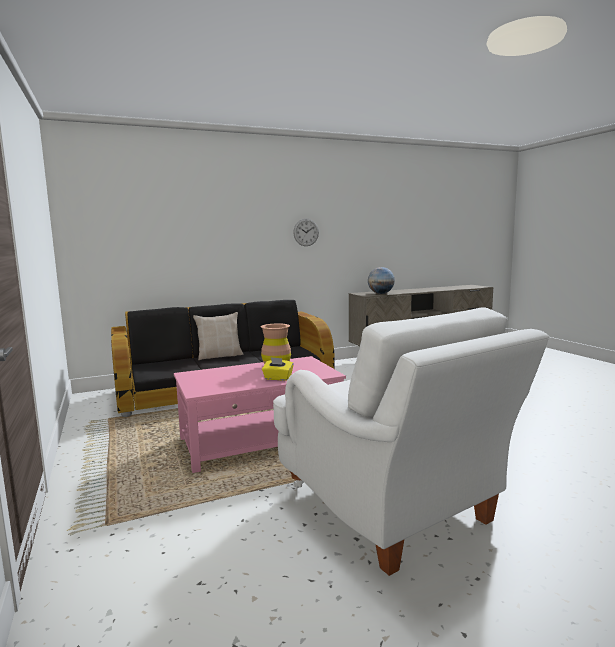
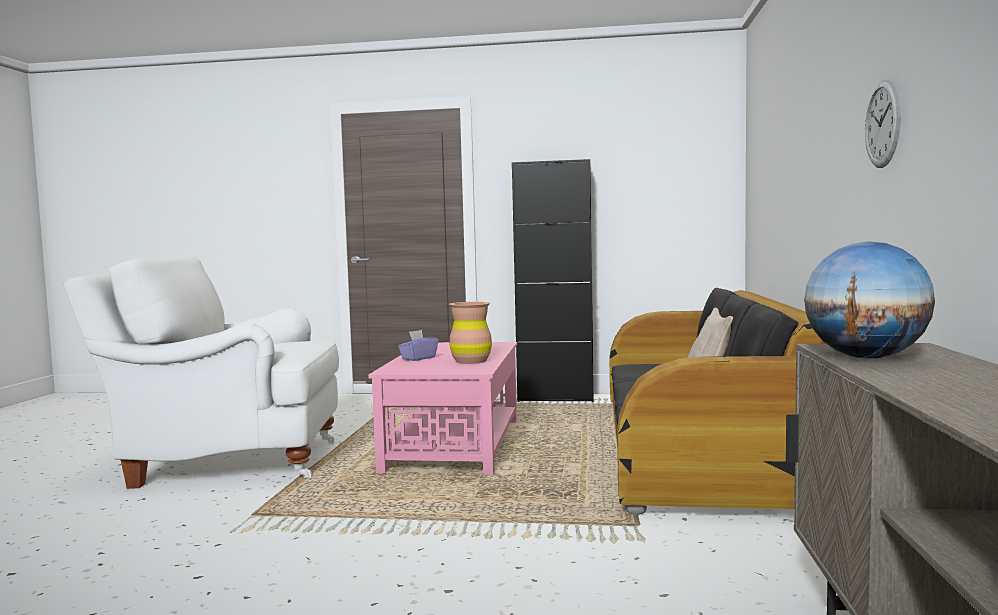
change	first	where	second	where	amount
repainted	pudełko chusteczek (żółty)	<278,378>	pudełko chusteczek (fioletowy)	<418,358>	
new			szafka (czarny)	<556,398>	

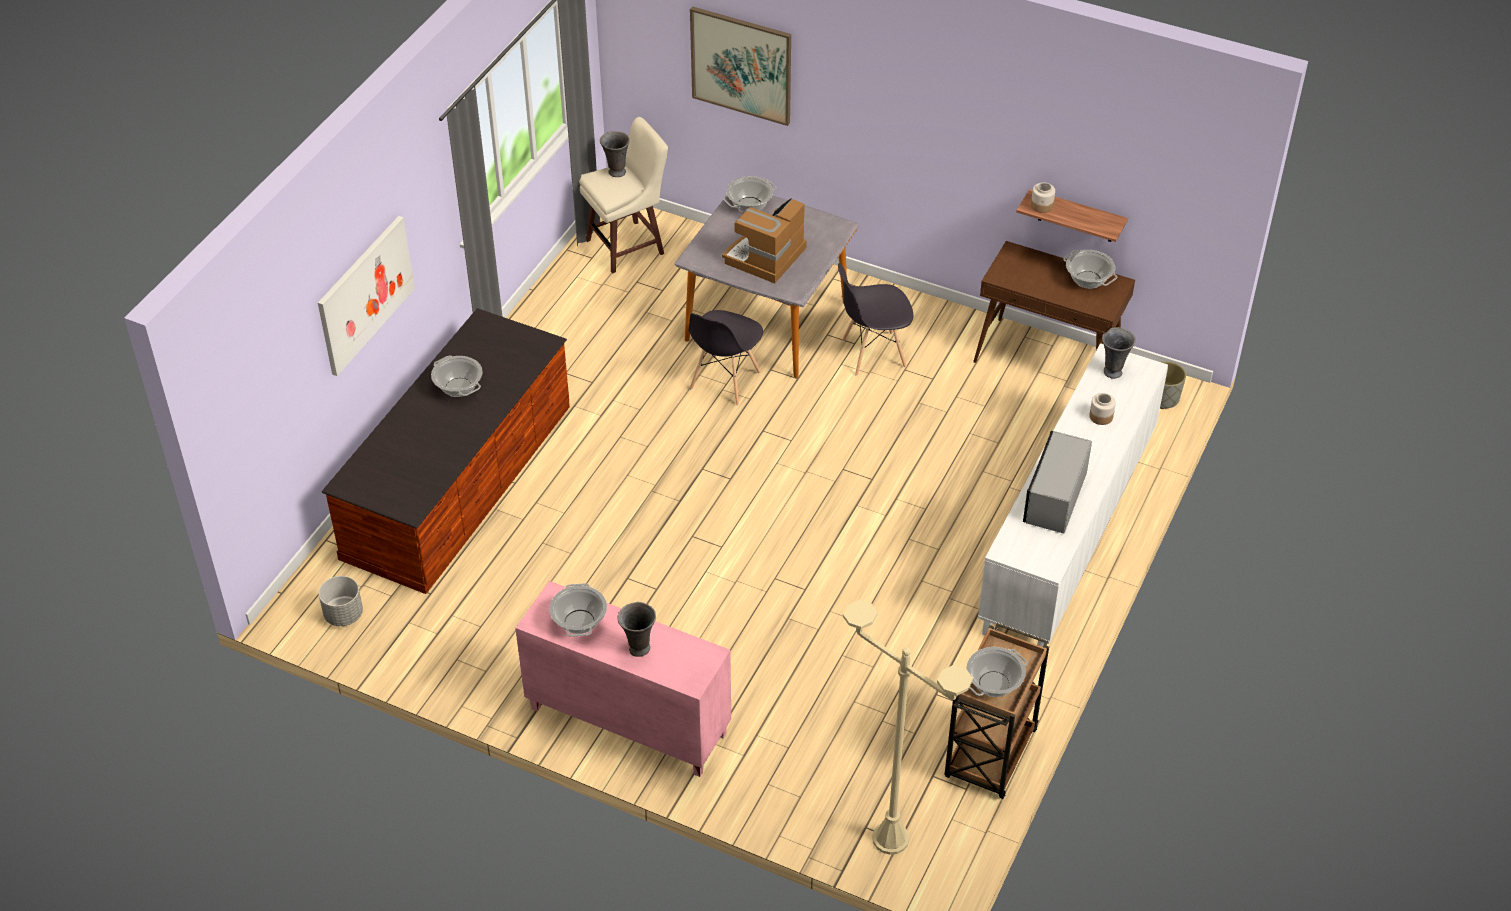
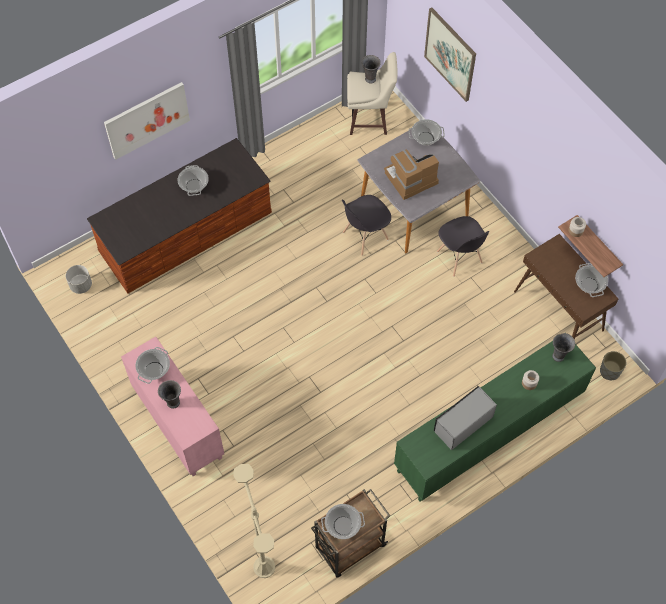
change	first	where	second	where	amount
repainted	szafka (biały)	<1068,534>	szafka (zielony)	<489,433>	
rotated	krzesło (szary)	<872,354>		<459,258>	135 degrees counterclockwise

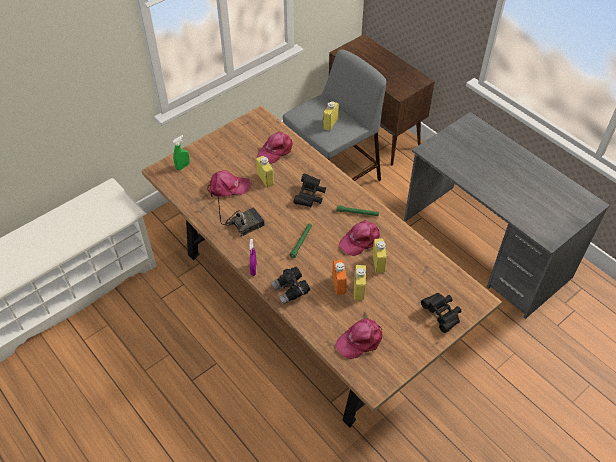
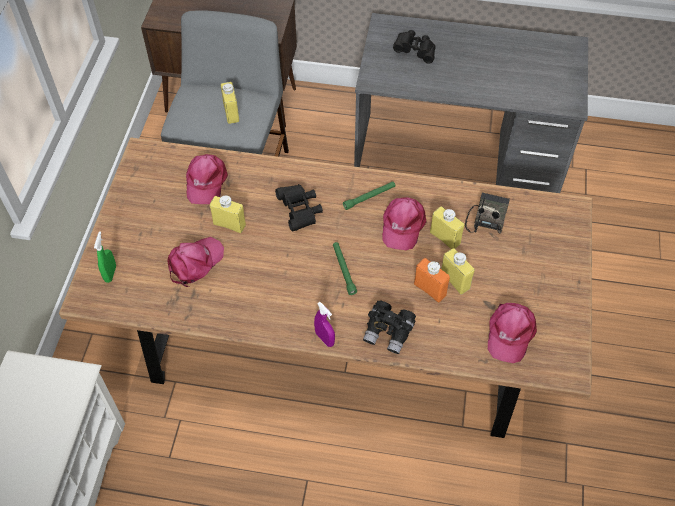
change	first	where	second	where	amount
shifted	lornetka (czarny)	<442,315>		<415,52>	
shifted	radio	<245,223>		<486,217>	

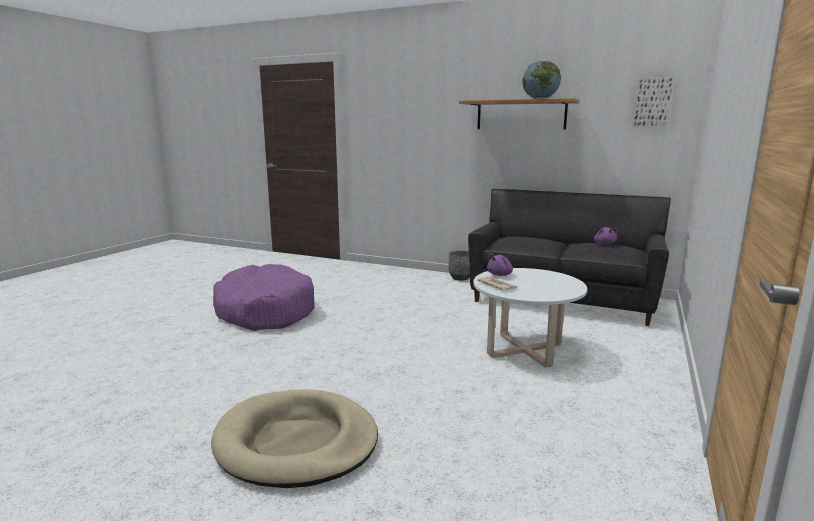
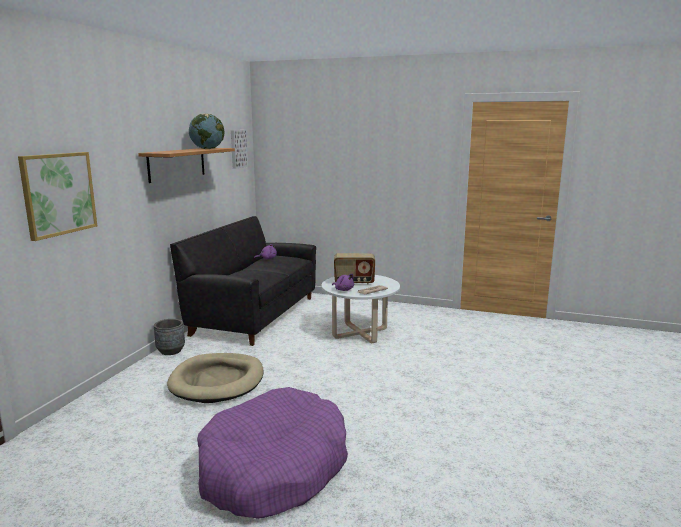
change	first	where	second	where	amount
new			obraz	<58,194>	
shifted	legowisko (beżowy)	<296,442>		<217,381>	
new			radio	<354,282>	

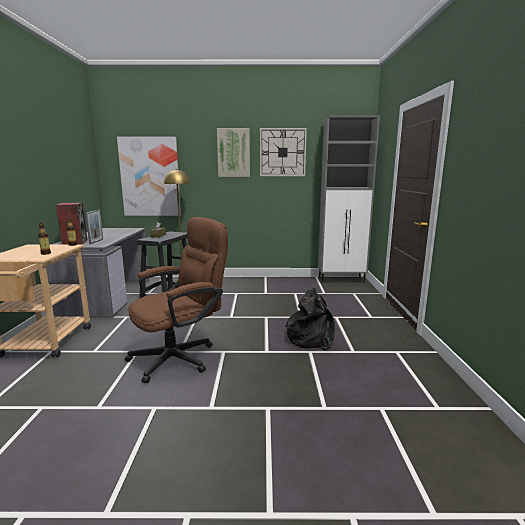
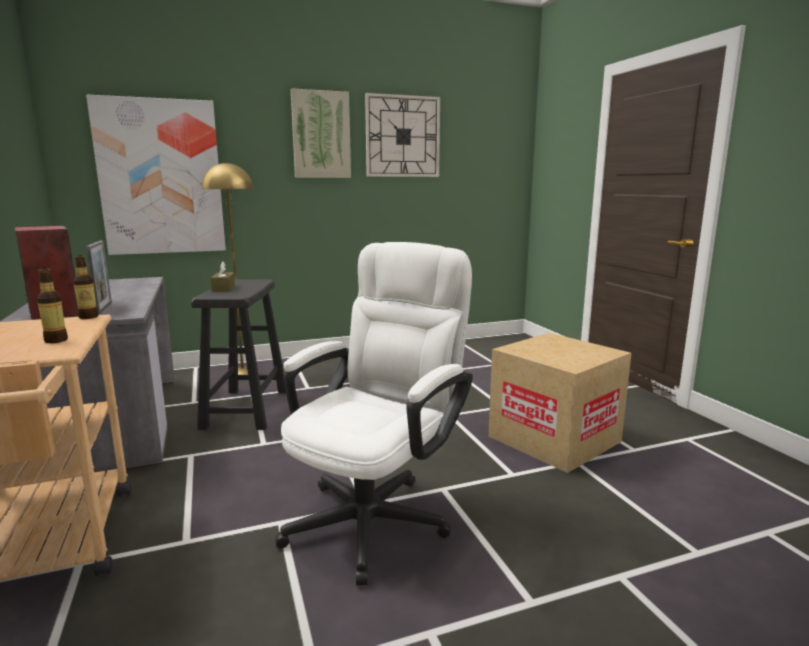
change	first	where	second	where	amount
repainted	krzesło biurowe (brązowy)	<181,356>	krzesło biurowe (biały)	<377,514>	
swapped	plecak (czarny)	<311,338>	karton	<554,439>	
gone	szafka (szary)	<342,280>			

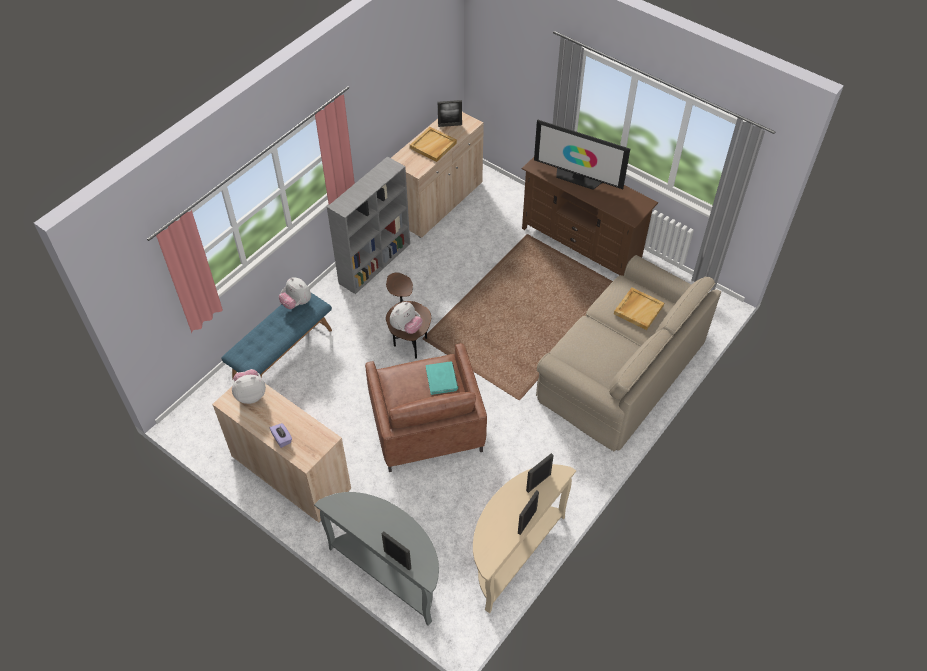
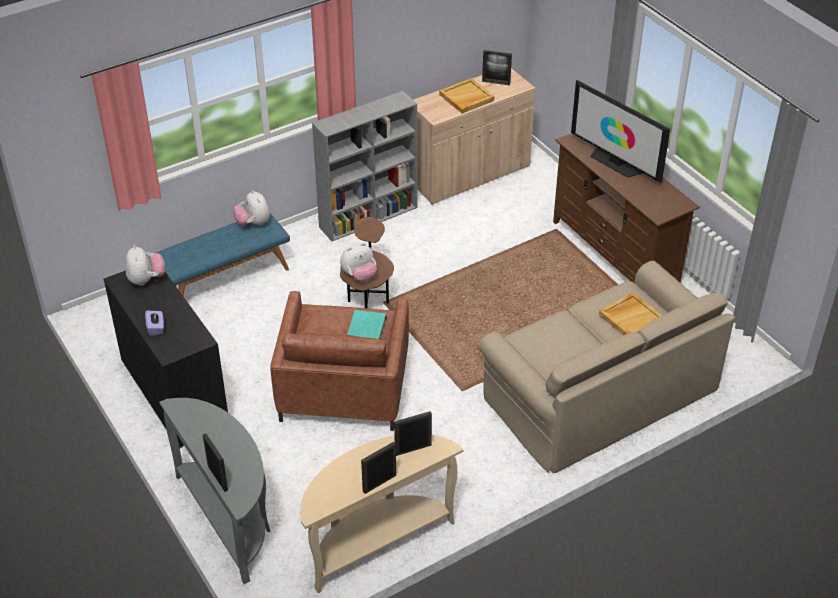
change	first	where	second	where	amount
repainted	szafka (beżowy)	<291,472>	szafka (czarny)	<174,393>	
rotated	pluszak	<250,394>		<146,280>	75 degrees clockwise

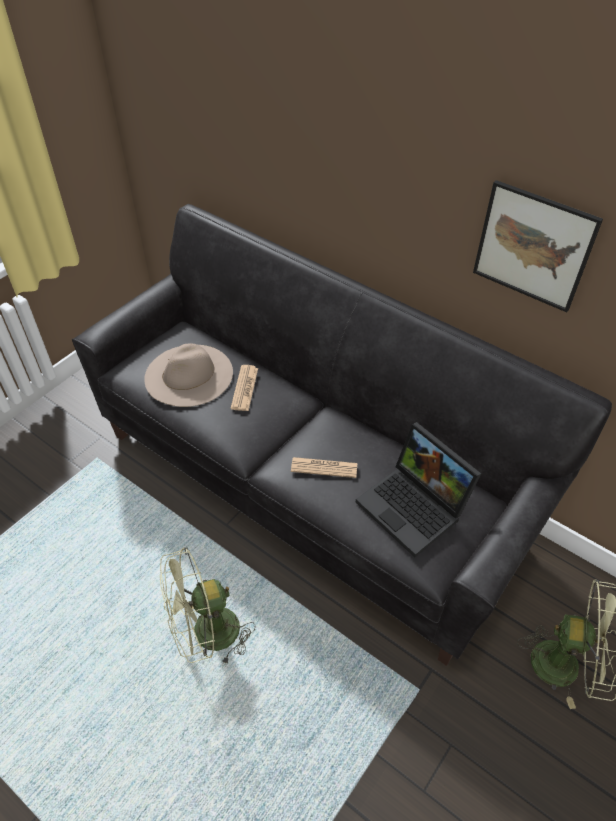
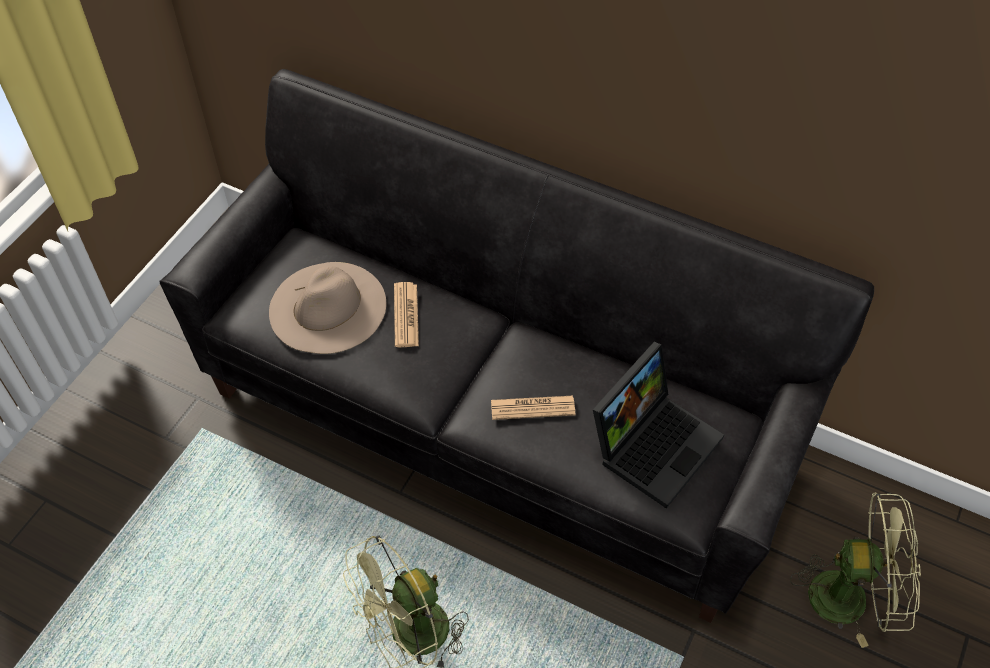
change	first	where	second	where	amount
rotated	laptop	<415,507>		<654,442>	90 degrees counterclockwise
gone	obraz	<533,246>			

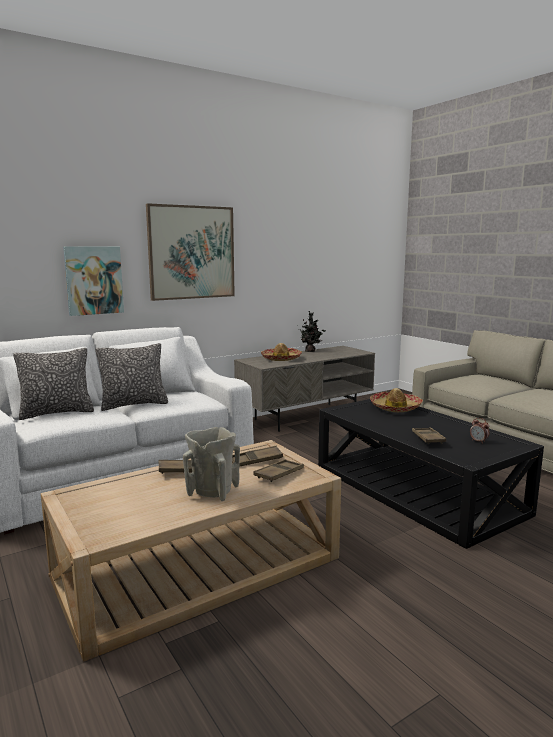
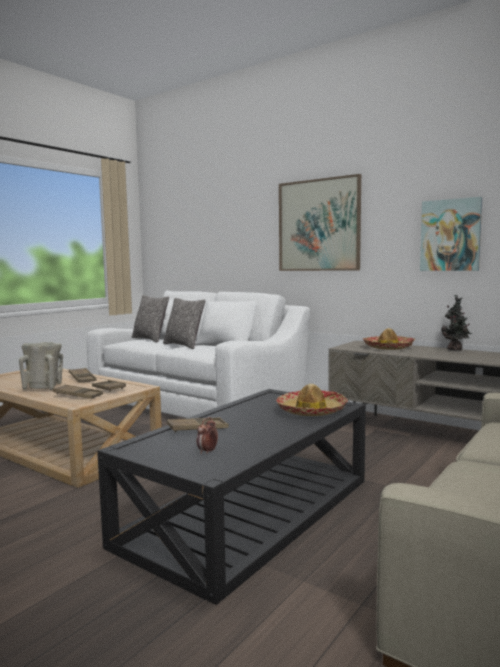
change	first	where	second	where	amount
shifted	obraz	<94,280>		<450,235>	

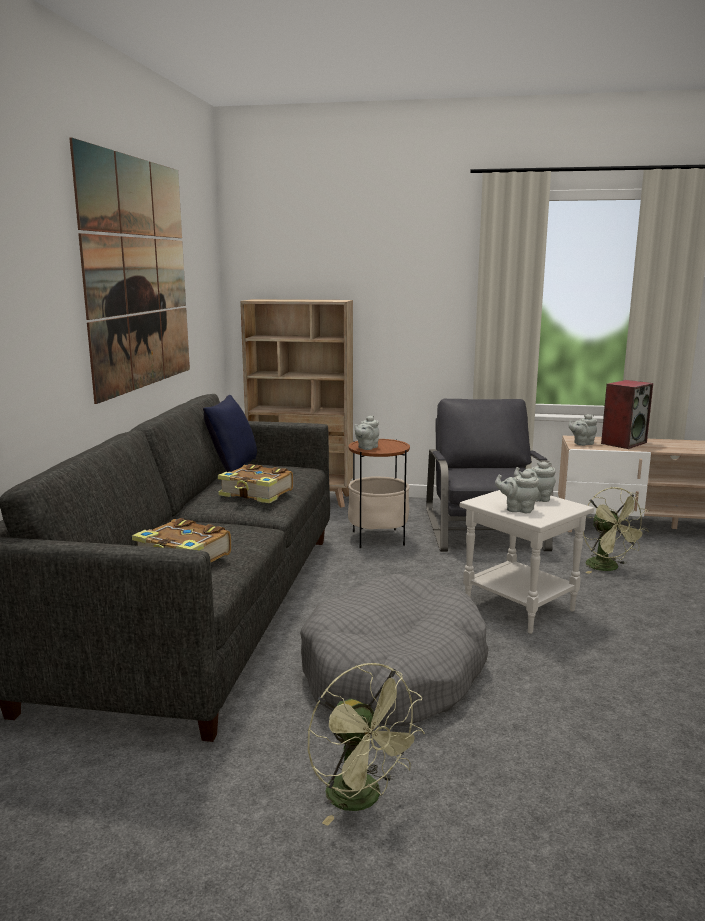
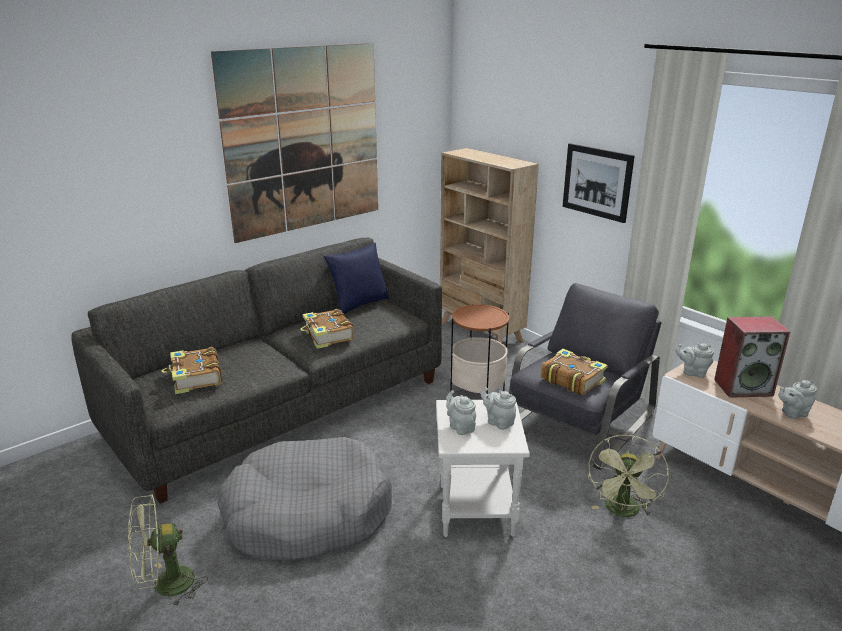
change	first	where	second	where	amount
rotated	wentylator (zielony)	<363,799>		<165,586>	60 degrees clockwise
new			książka	<572,379>	
new			obraz	<597,182>	
shifted	imbryk (szary)	<366,448>		<792,413>	

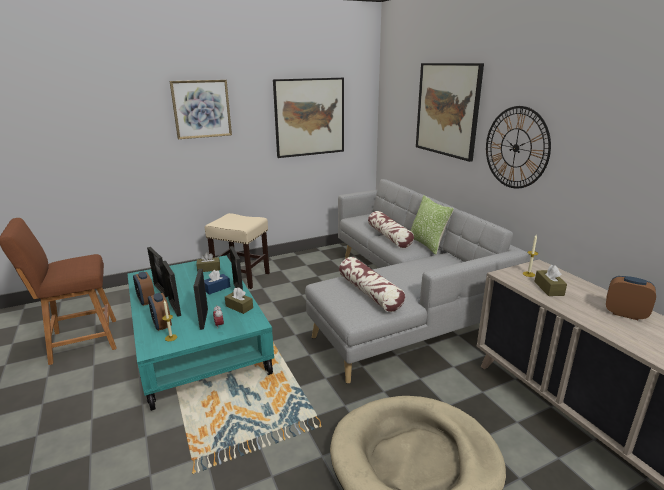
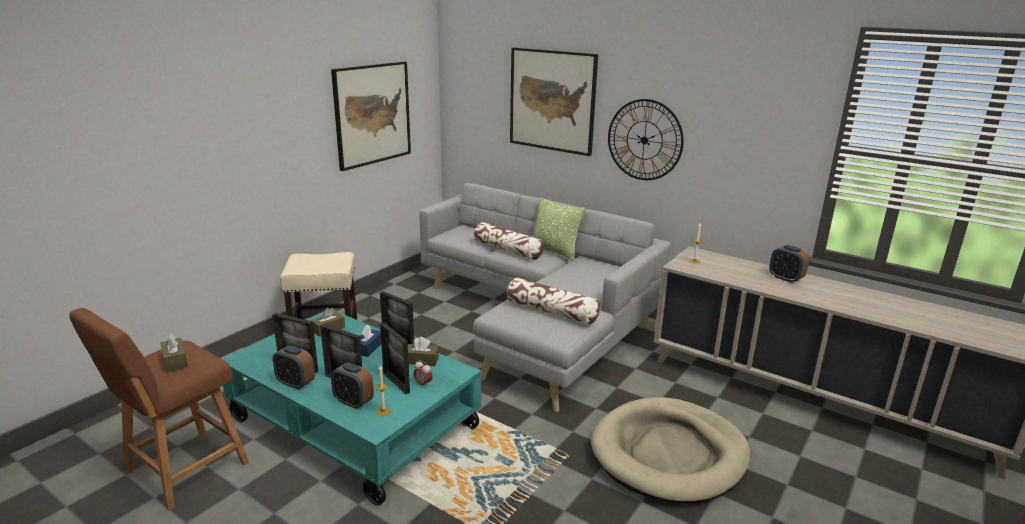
change	first	where	second	where	amount
shifted	pudełko chusteczek (brązowy)	<548,288>		<175,361>	
rotated	budzik	<625,314>		<785,278>	135 degrees counterclockwise
gone	obraz	<201,109>			

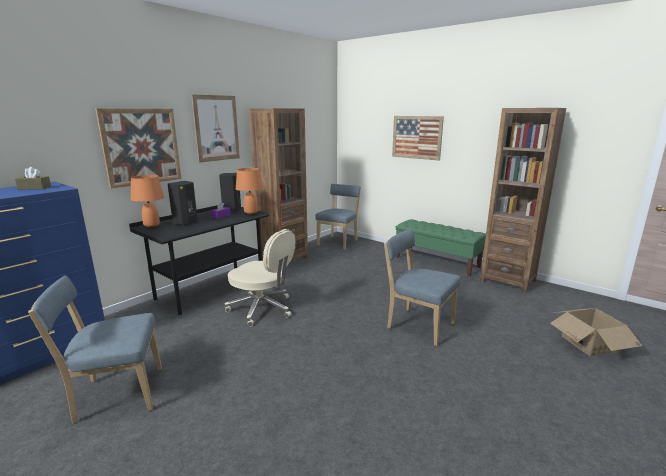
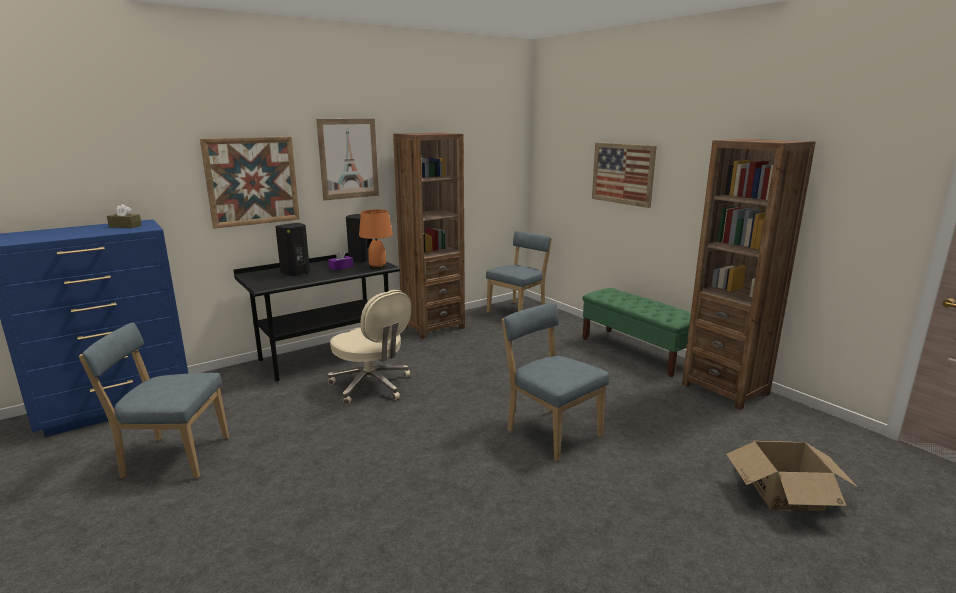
change	first	where	second	where	amount
gone	lampa stołowa (pomarańczowy)	<152,227>			

